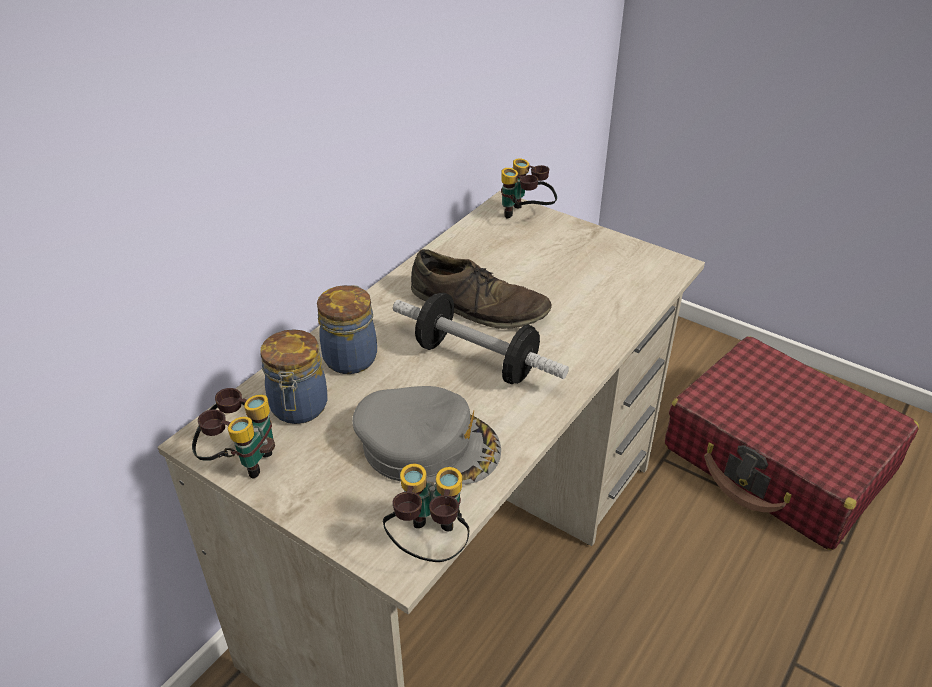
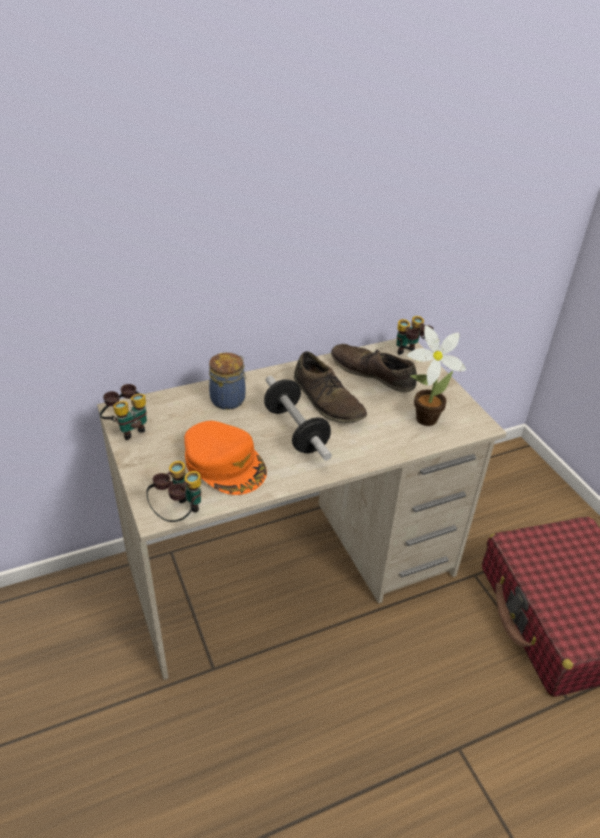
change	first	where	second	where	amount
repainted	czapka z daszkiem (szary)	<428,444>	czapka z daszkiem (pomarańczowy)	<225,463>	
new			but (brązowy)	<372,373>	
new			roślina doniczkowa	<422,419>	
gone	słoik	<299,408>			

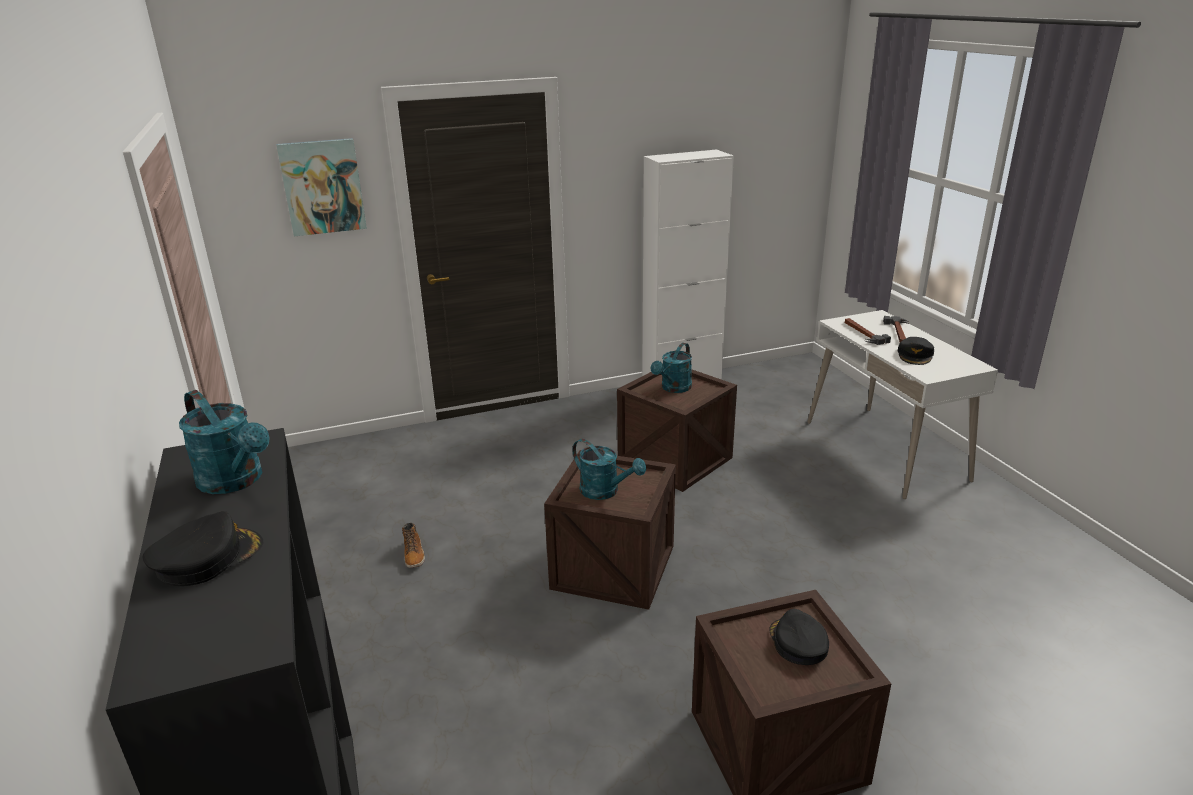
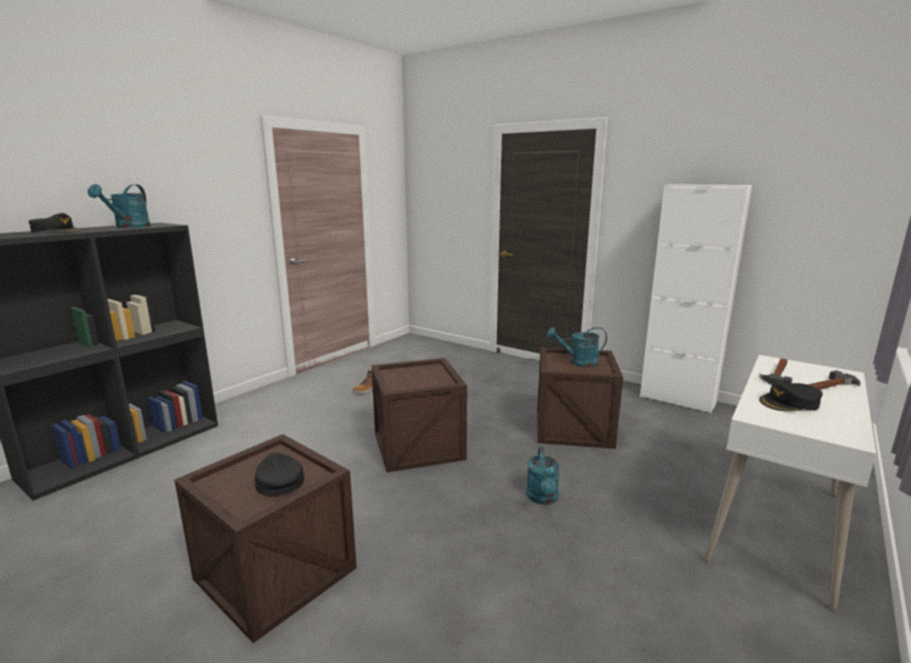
change	first	where	second	where	amount
rotated	czapka z daszkiem (czarny)	<797,642>		<278,481>	75 degrees counterclockwise
shifted	konewka (turkusowy)	<605,492>		<543,498>	
gone	obraz	<322,187>			

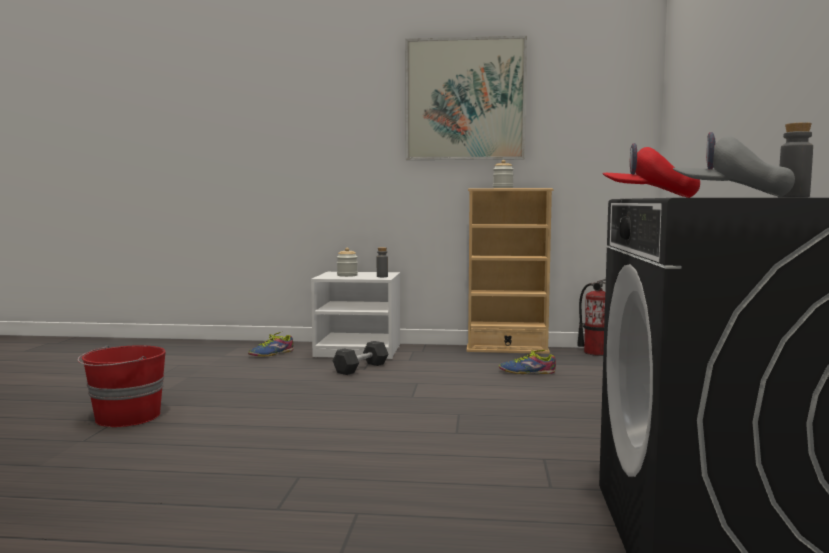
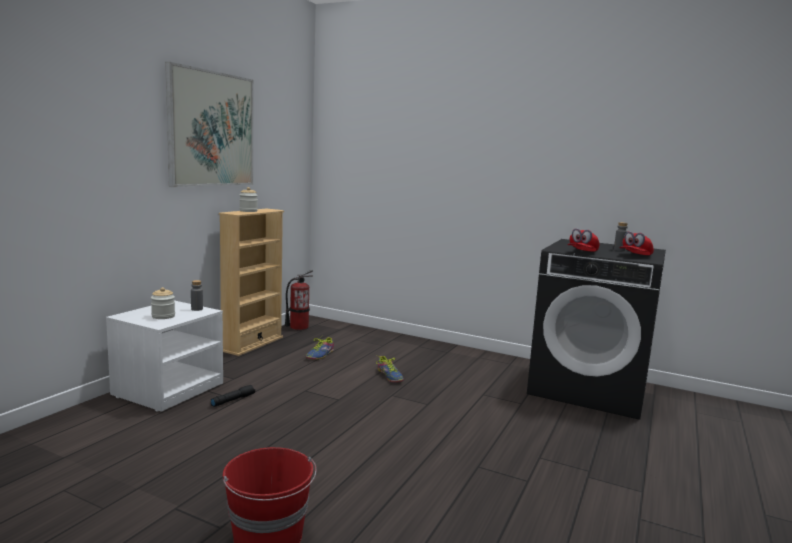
change	first	where	second	where	amount
swapped	hantel (szary)	<361,368>	latarka (czarny)	<233,400>	
shifted	but	<272,354>		<390,376>	
repainted	czapka z daszkiem (szary)	<730,197>	czapka z daszkiem (czerwony)	<635,256>	

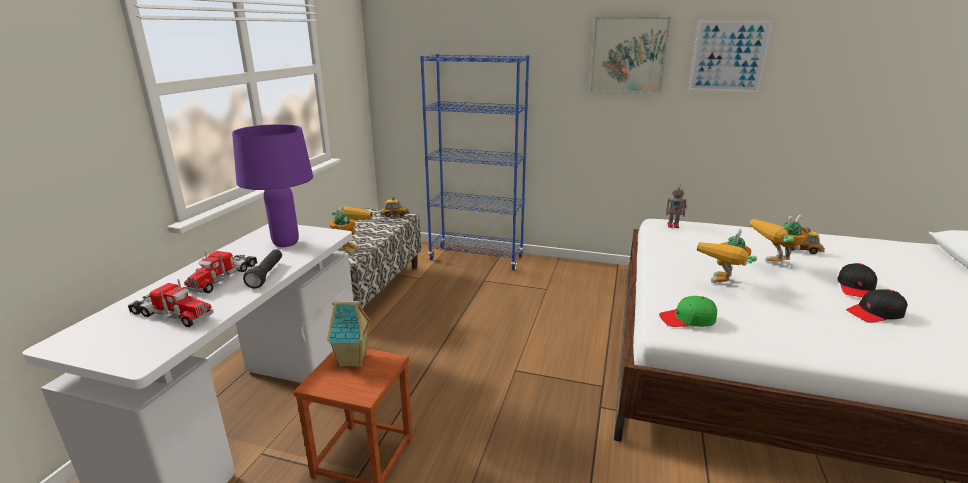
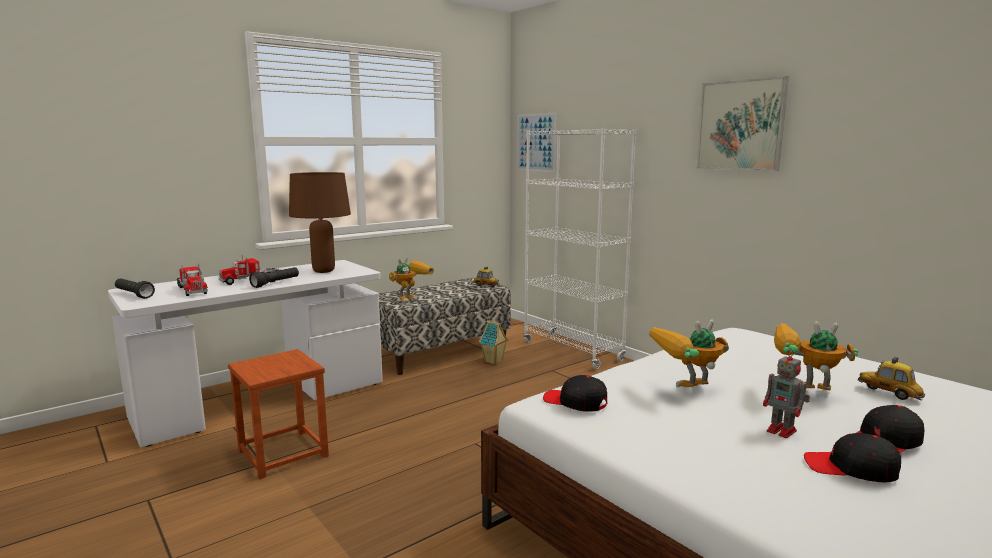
change	first	where	second	where	amount
new			latarka (czarny)	<134,295>	
repainted	lampa stołowa (fioletowy)	<286,243>	lampa stołowa (brązowy)	<324,271>	
shifted	domek	<353,360>		<494,361>	
shifted	obraz	<729,56>		<536,142>	
repainted	regał (niebieski)	<476,258>	regał (biały)	<572,352>	
repainted	czapka z daszkiem (zielony)	<687,319>	czapka z daszkiem (czarny)	<575,402>	
shifted	robot zabawkowy	<673,225>		<783,431>	

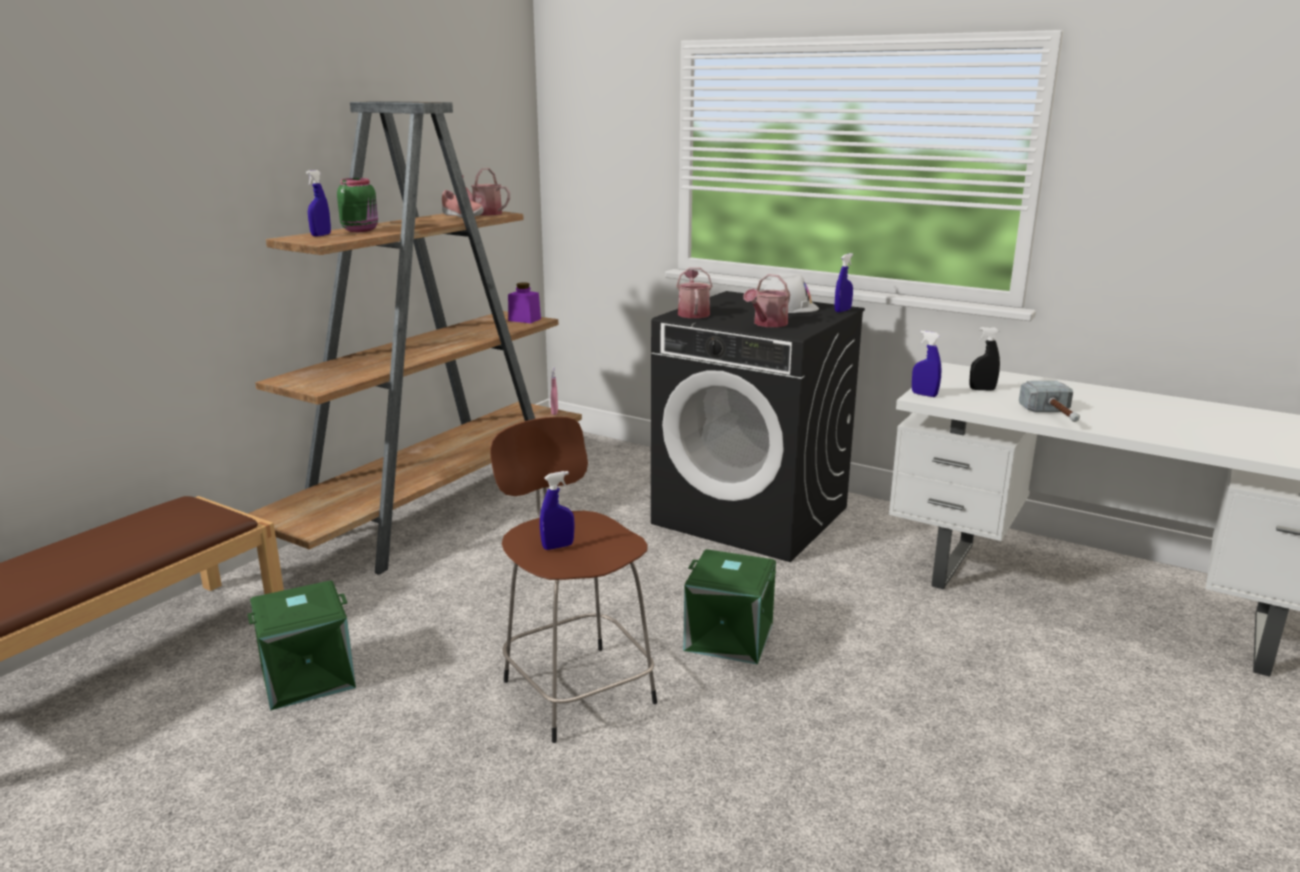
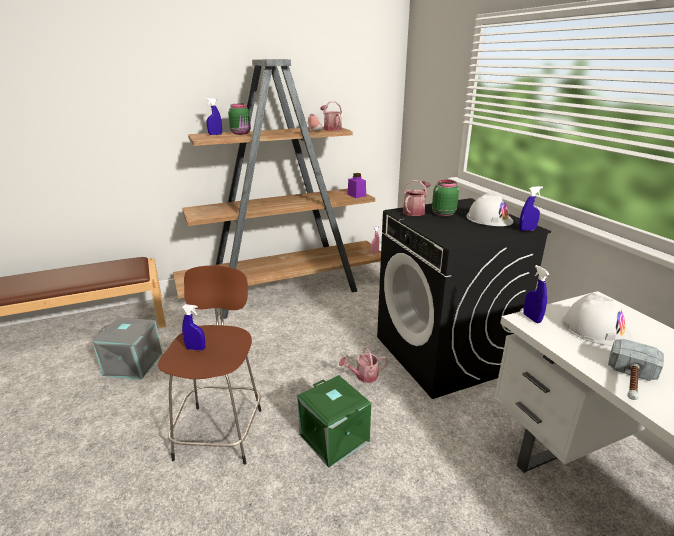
change	first	where	second	where	amount
repainted	pojemnik do przechowywania (zielony)	<308,676>	pojemnik do przechowywania (szary)	<134,364>	
shifted	konewka	<768,324>		<363,376>	
new			słoik (zielony)	<442,213>	
swapped	spryskiwacz (czarny)	<982,389>	kask (biały)	<595,329>	

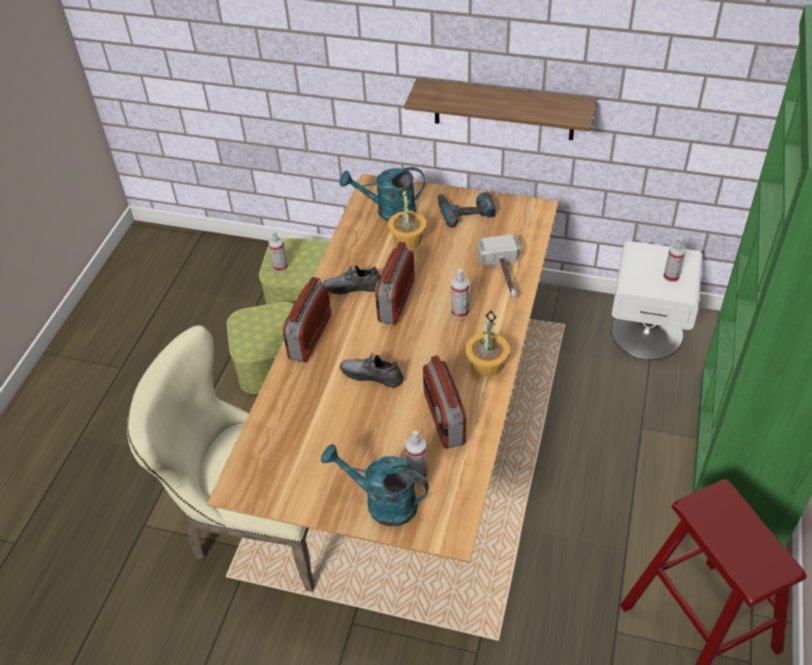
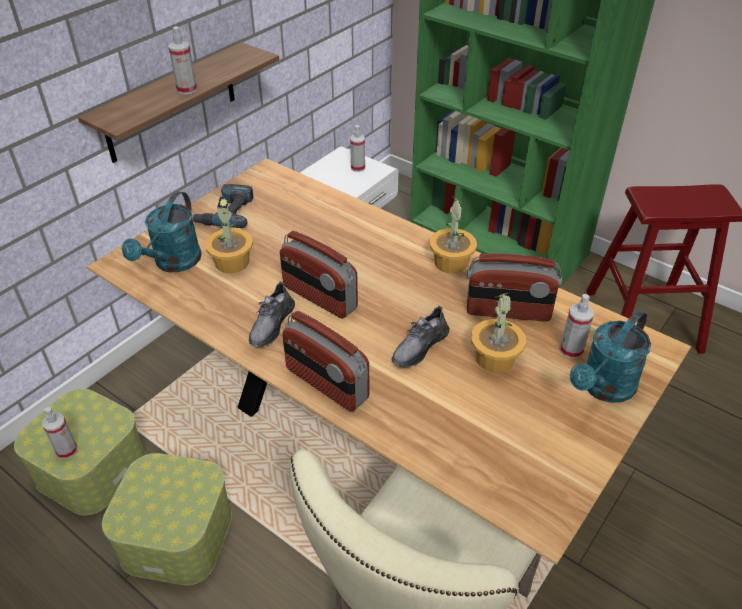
change	first	where	second	where	amount
shifted	spryskiwacz	<460,311>		<187,90>	
new			roślina doniczkowa	<495,359>	
gone	młotek	<504,275>			

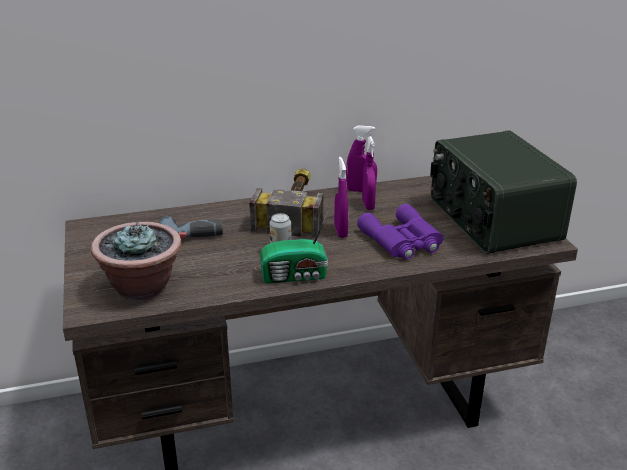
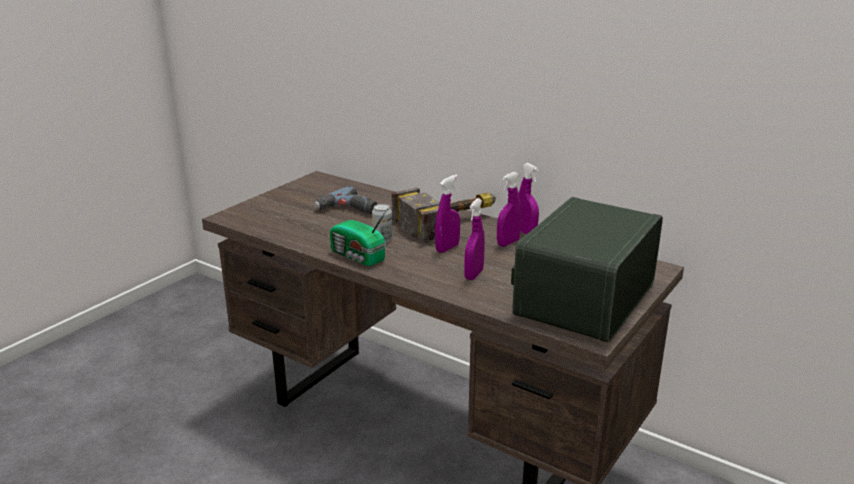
change	first	where	second	where	amount
swapped	lornetka (fioletowy)	<402,241>	spryskiwacz (fioletowy)	<474,275>	
gone	roślina doniczkowa	<142,287>			

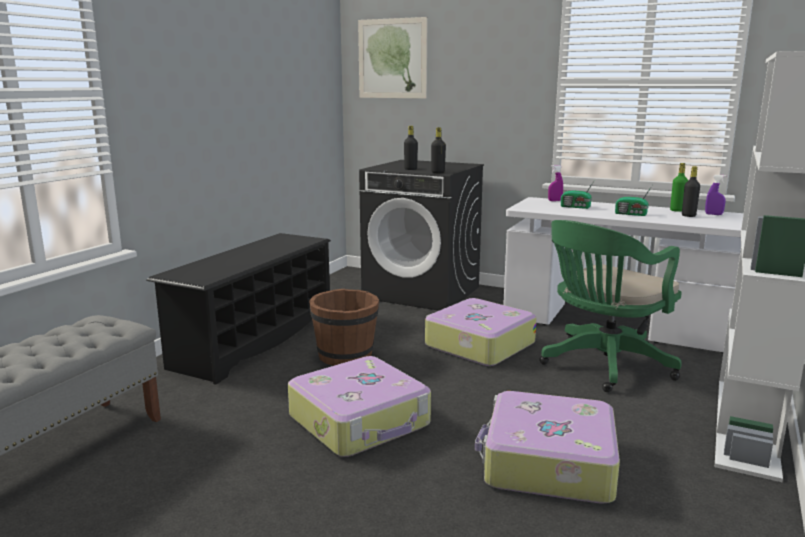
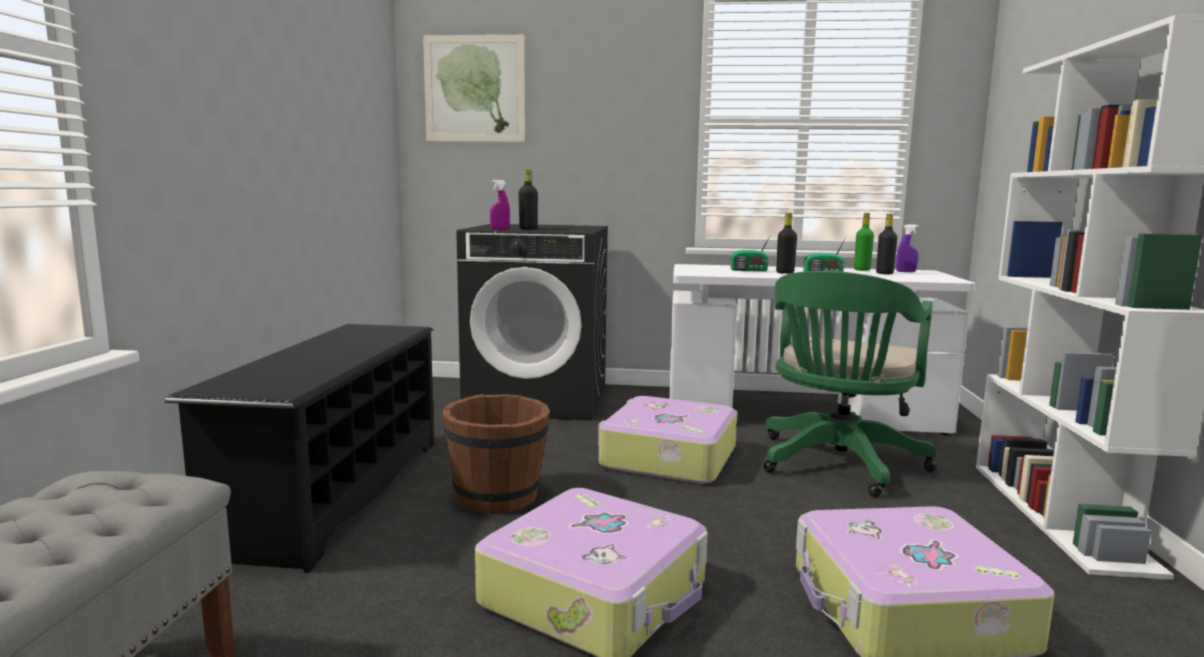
change	first	where	second	where	amount
shifted	spryskiwacz (fioletowy)	<555,200>		<500,229>	
shifted	butelka (czarny)	<438,172>		<785,272>	

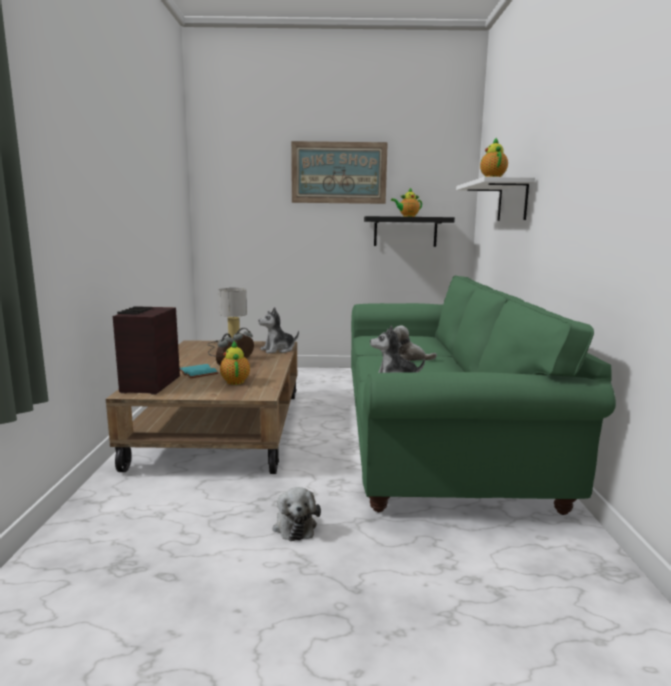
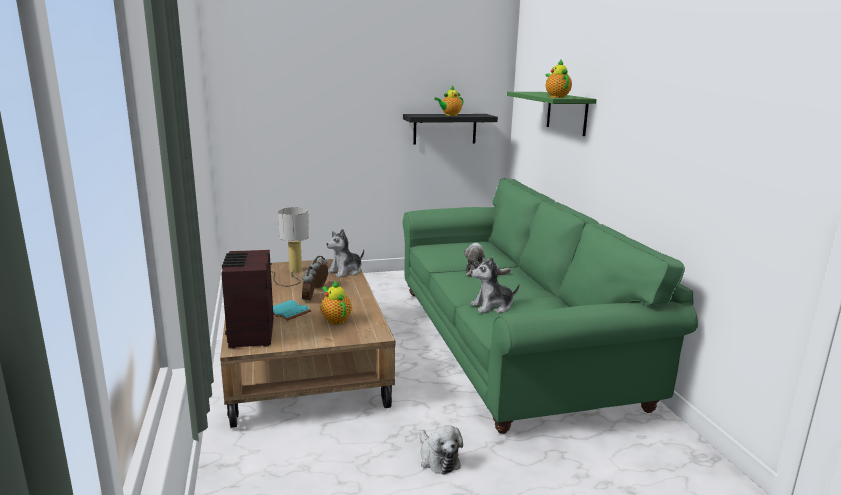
change	first	where	second	where	amount
repainted	półka (biały)	<512,201>	półka (zielony)	<566,113>	
gone	obraz	<339,173>			

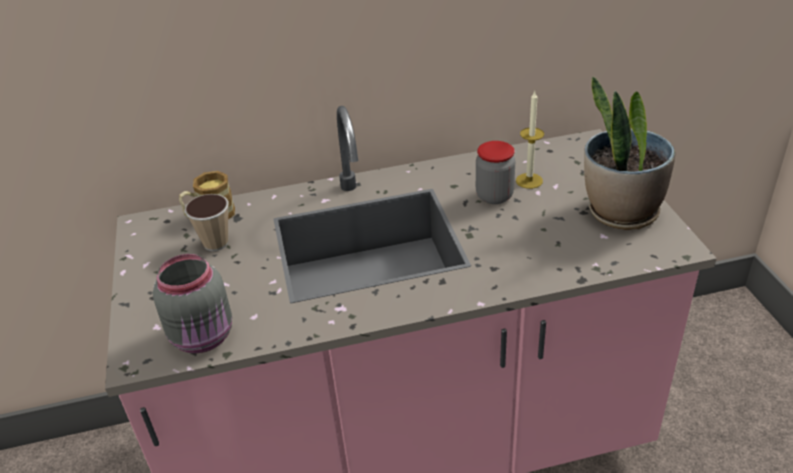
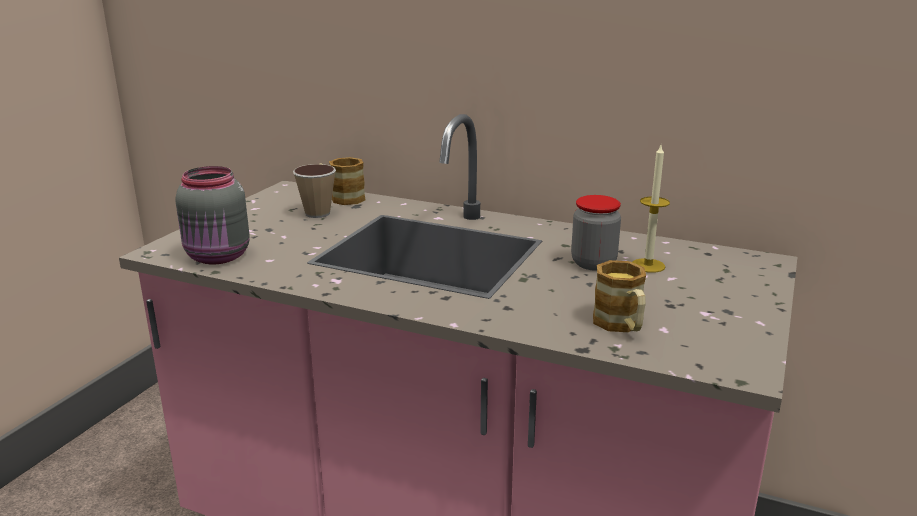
change	first	where	second	where	amount
new			kubek	<621,325>	
gone	roślina doniczkowa	<620,212>			

